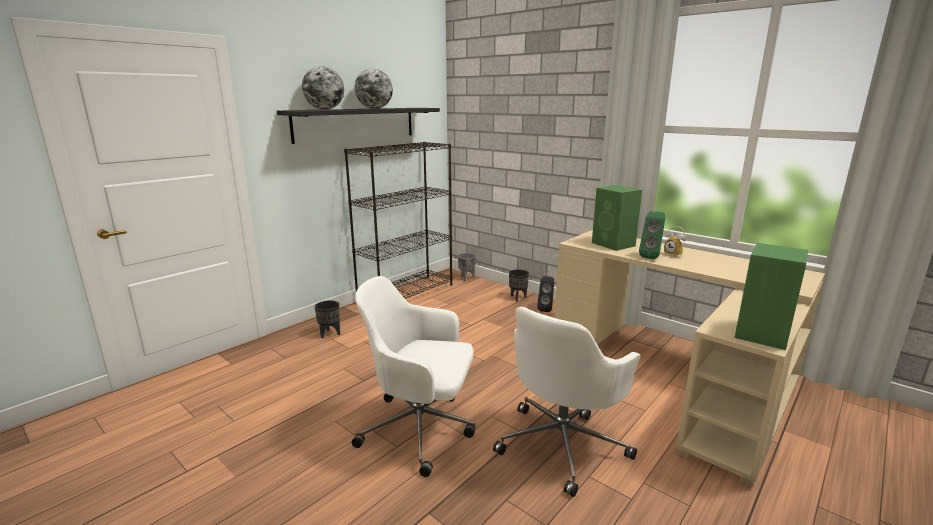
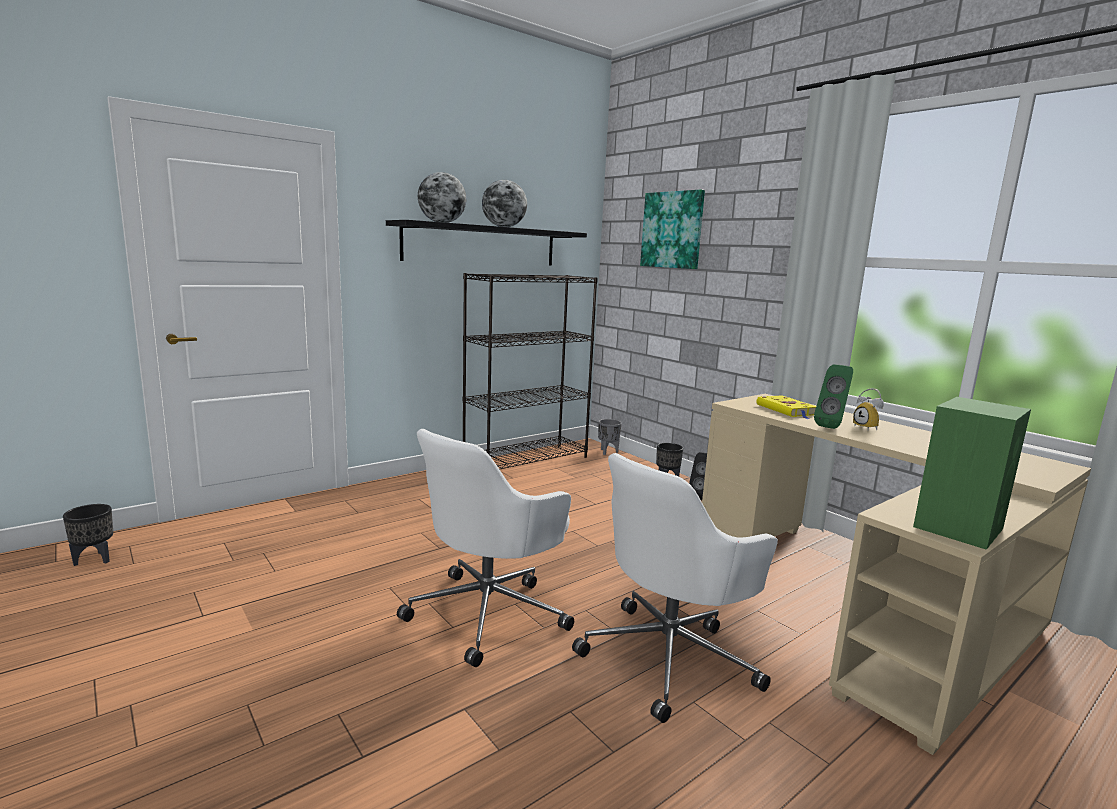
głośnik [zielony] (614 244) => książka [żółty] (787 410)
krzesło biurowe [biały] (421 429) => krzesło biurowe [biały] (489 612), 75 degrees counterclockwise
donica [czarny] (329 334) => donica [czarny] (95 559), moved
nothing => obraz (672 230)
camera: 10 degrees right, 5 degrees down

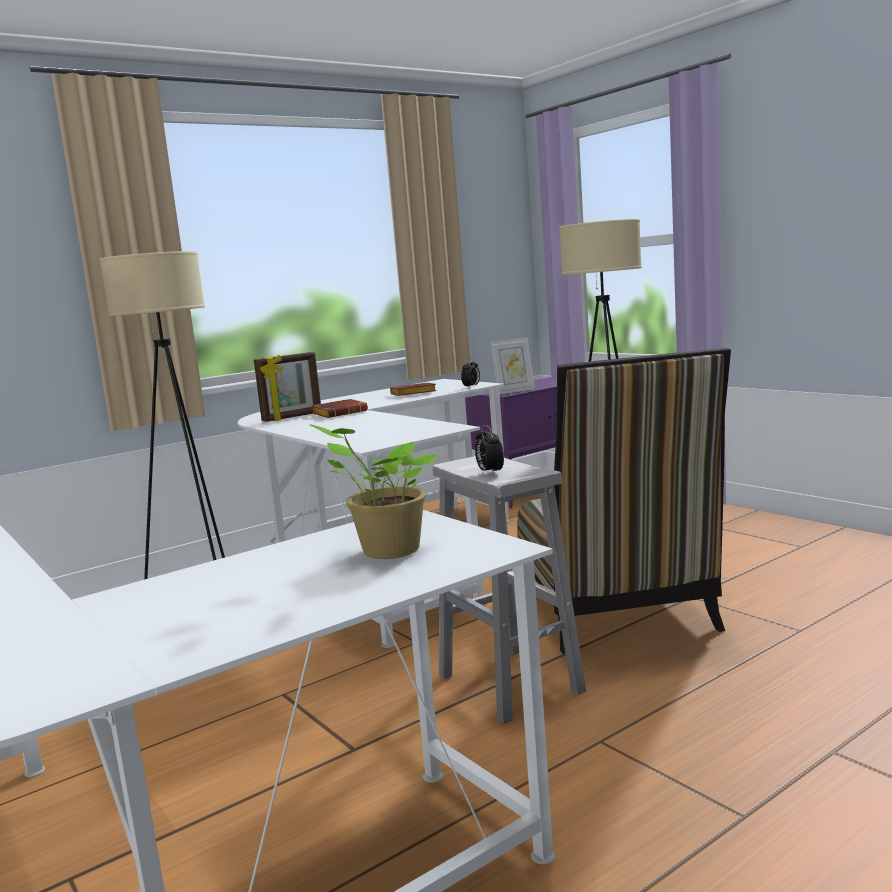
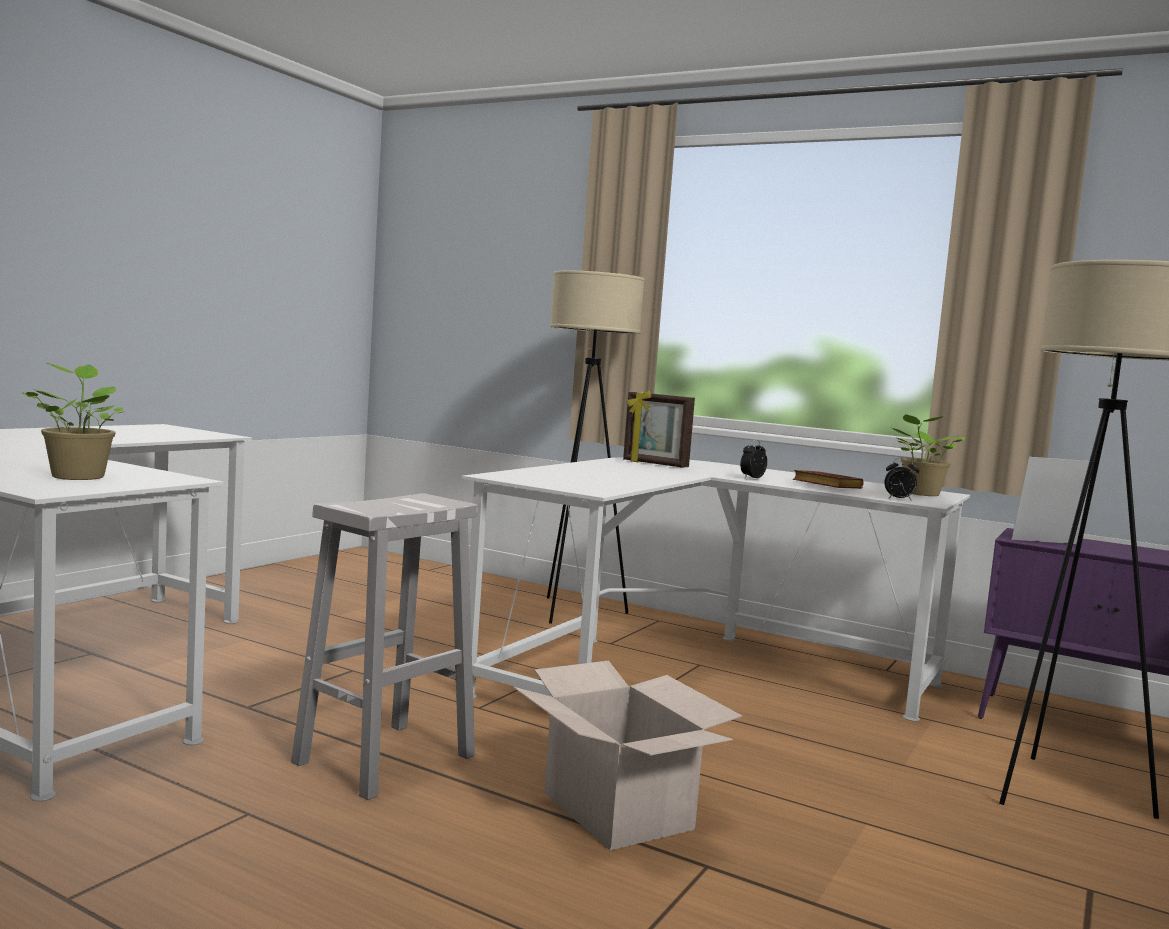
ramka na zdjęcie (514 391) => ramka na zdjęcie (1048 543), 135 degrees clockwise
krzesło (617 612) => karton (616 811)
książka [brązowy] (340 413) => nothing
budzik (490 472) => budzik (752 478), moved
nothing => roślina doniczkowa (920 494)
camera: 65 degrees right, 5 degrees down

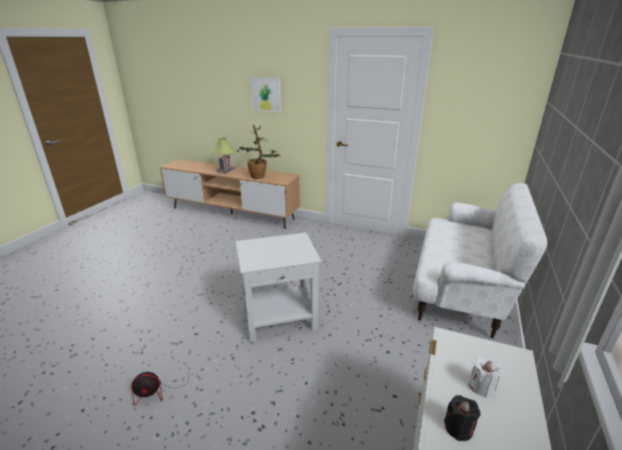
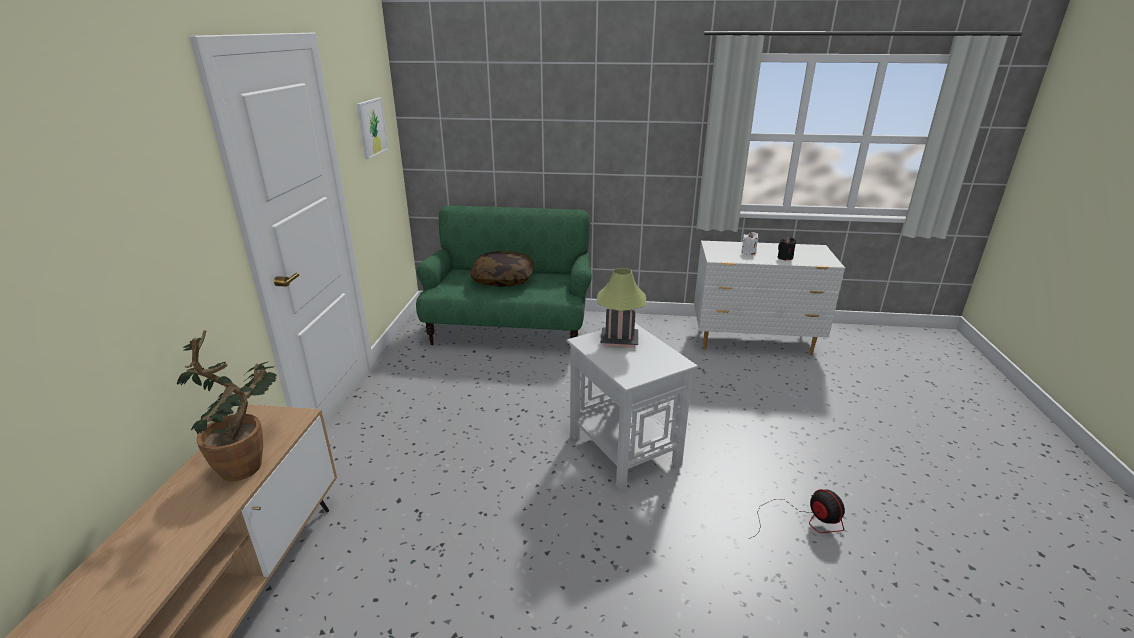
obraz (266 94) => obraz (371 127), moved
lampa stołowa (225 171) => lampa stołowa (619 340), moved
kanapa [biały] (460 290) => kanapa [zielony] (510 330)
nothing => poduszka (503 279)
camera: 105 degrees left, 0 degrees up

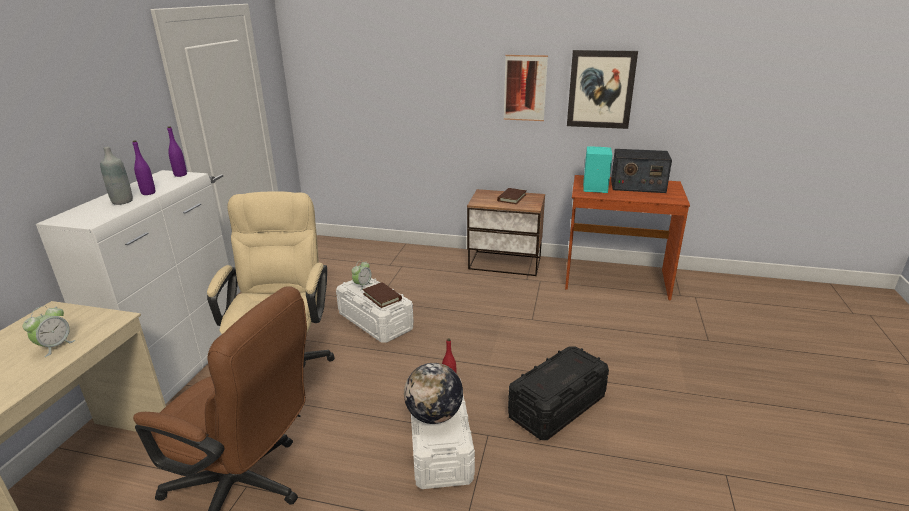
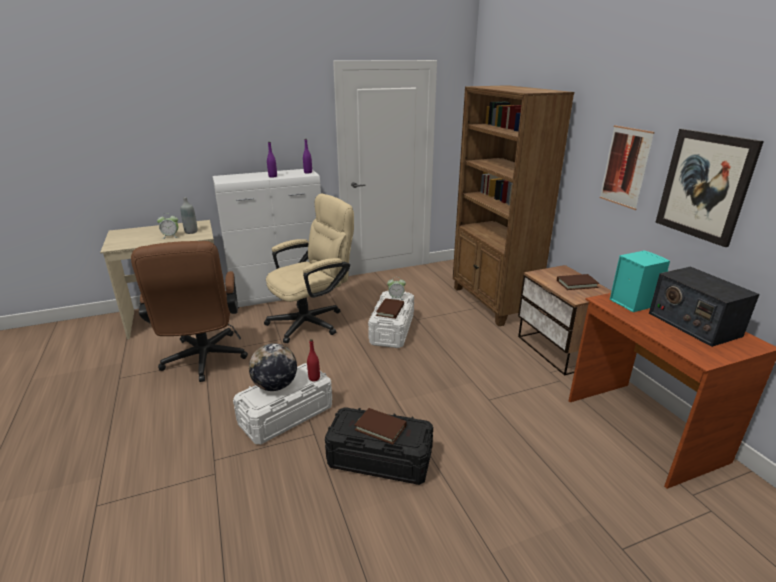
butelka [szary] (122 201) => butelka [szary] (191 232), moved
nothing => regał [brązowy] (492 303)
nothing => książka [brązowy] (380 428)
camera: 55 degrees right, 0 degrees up

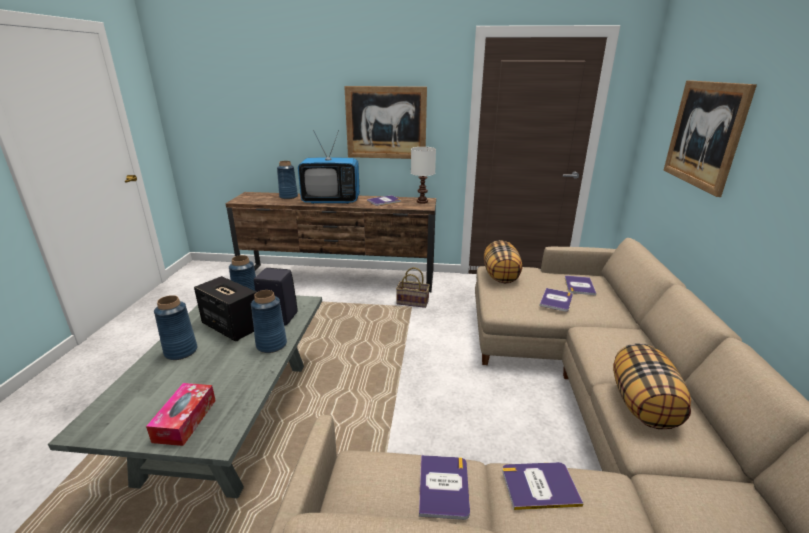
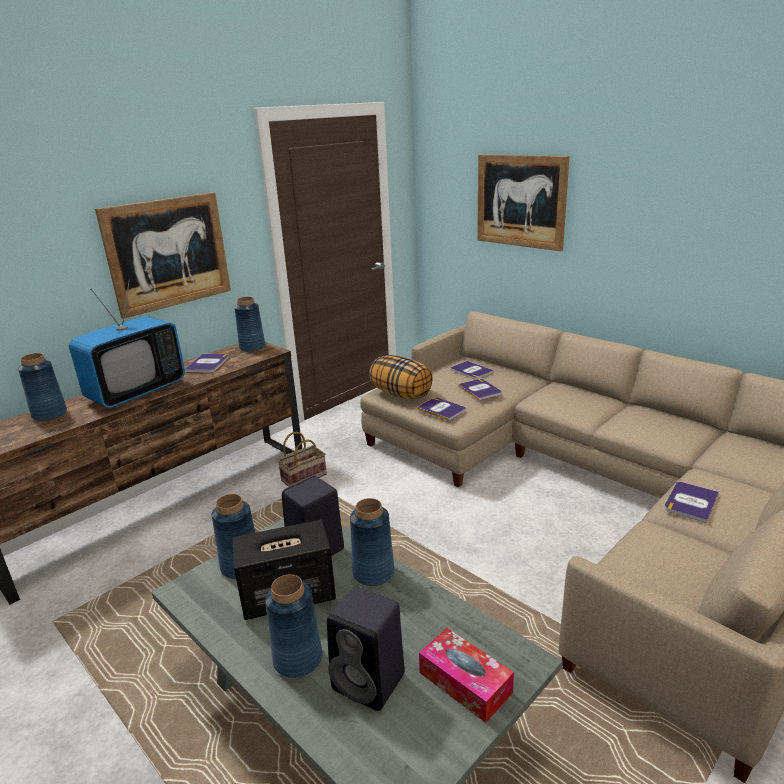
lampa stołowa [biały] (422 201) => wazon [niebieski] (252 347)
poduszka (643 405) => nothing
książka (443 486) => książka (441 409), moved
nothing => głośnik [czarny] (371 682)
camera: 50 degrees left, 0 degrees up

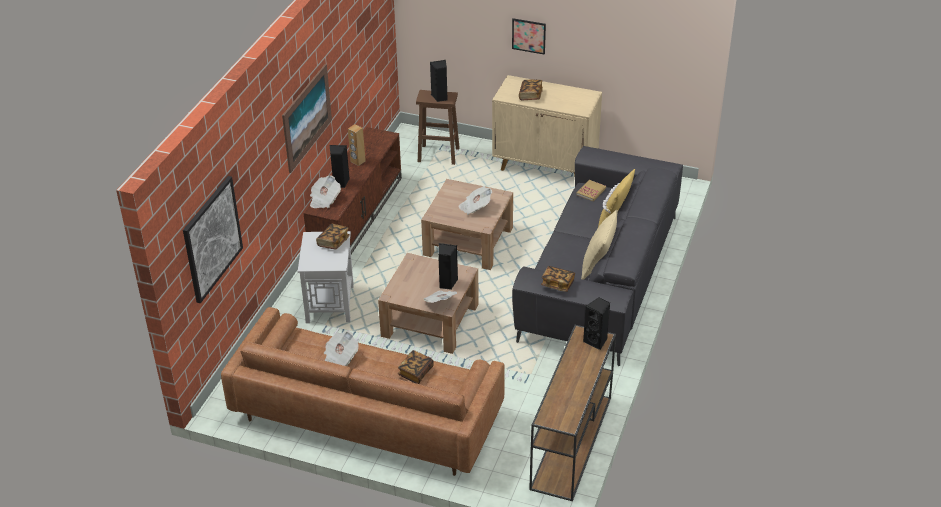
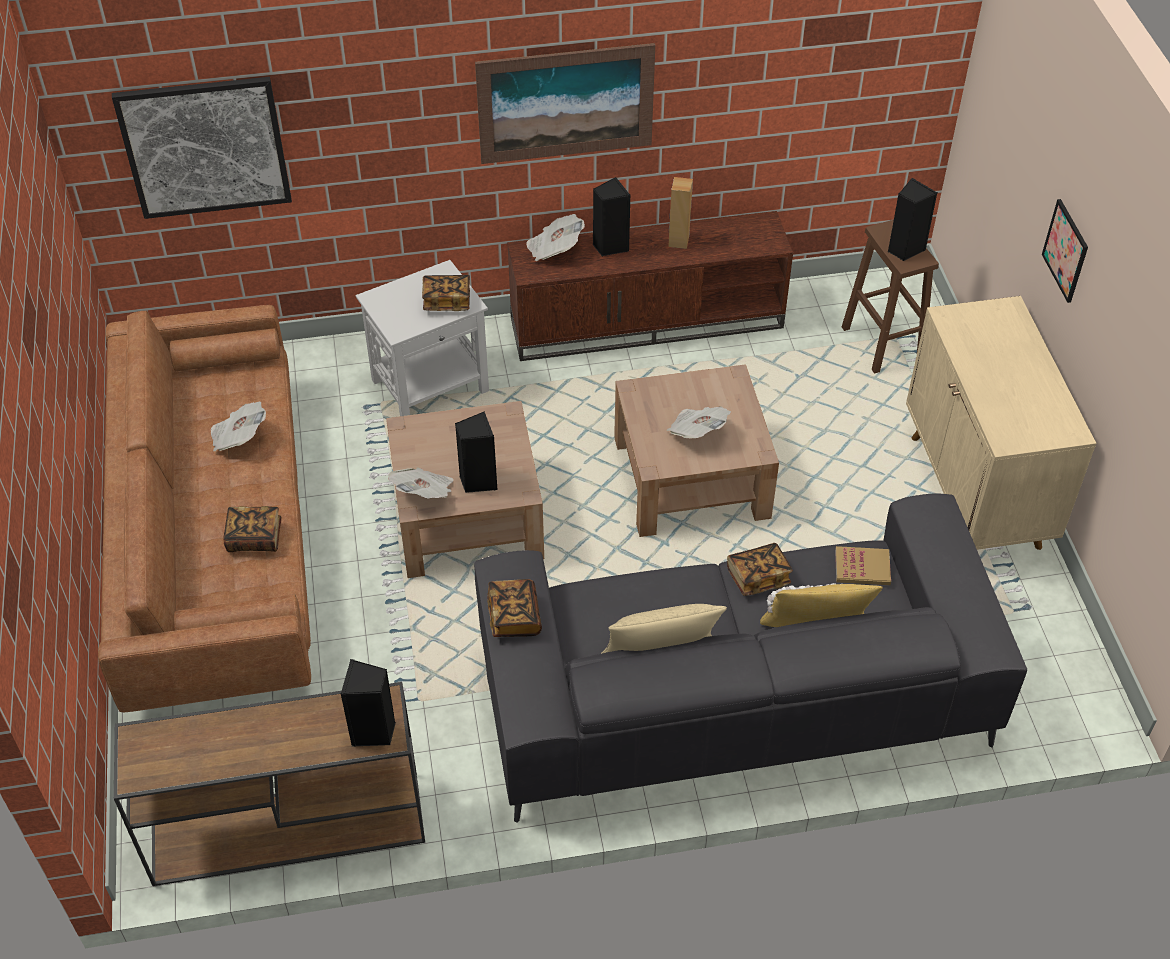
książka (530 95) => książka (758 577), moved
camera: 60 degrees right, 10 degrees up

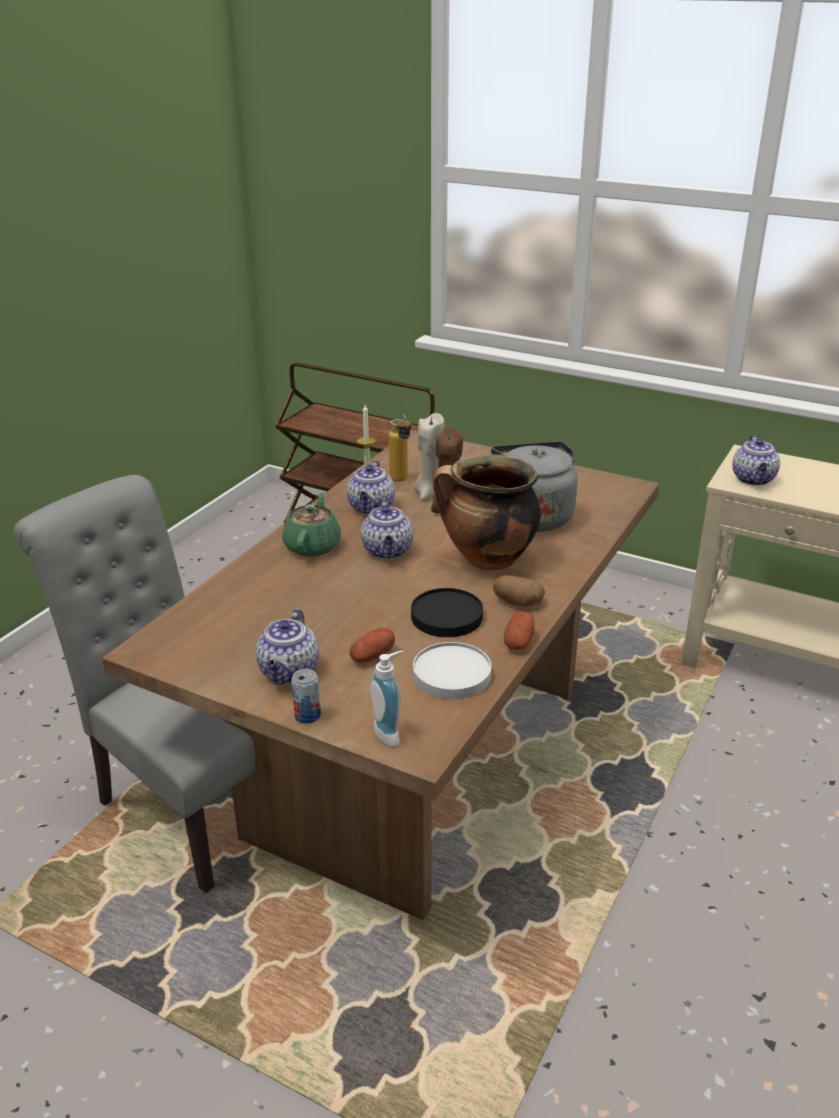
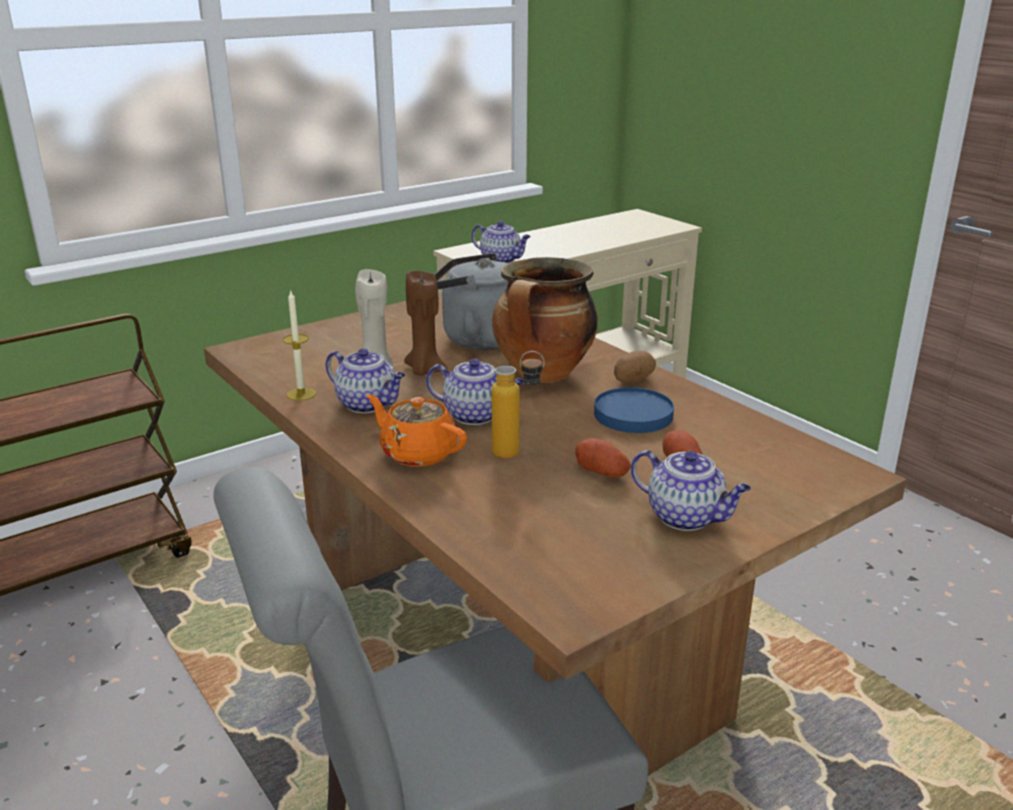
butelka (401 481) => butelka (517 453), moved
imbryk [zielony] (313 545) => imbryk [pomarańczowy] (417 453)
talerz [czarny] (446 617) => talerz [niebieski] (633 415)
ziemniak (519 641) => ziemniak (602 472), moved
talerz [biały] (452 674) => nothing
dozownik mydła (390 733) => nothing
puszka (307 715) => nothing
camera: 65 degrees left, 5 degrees down

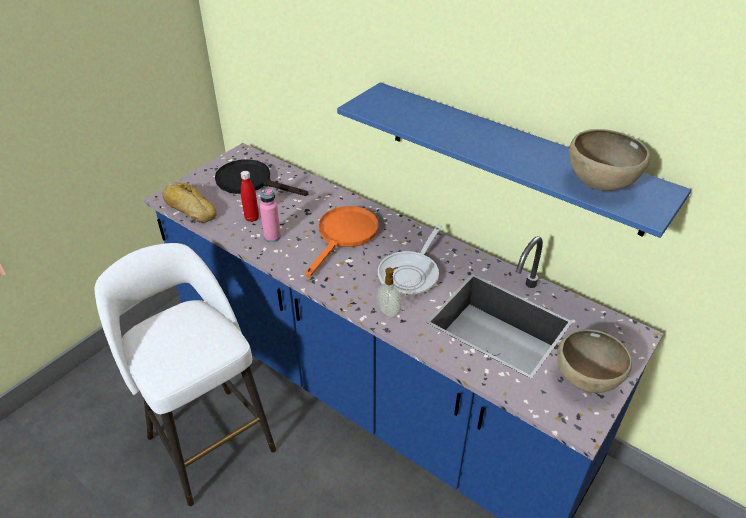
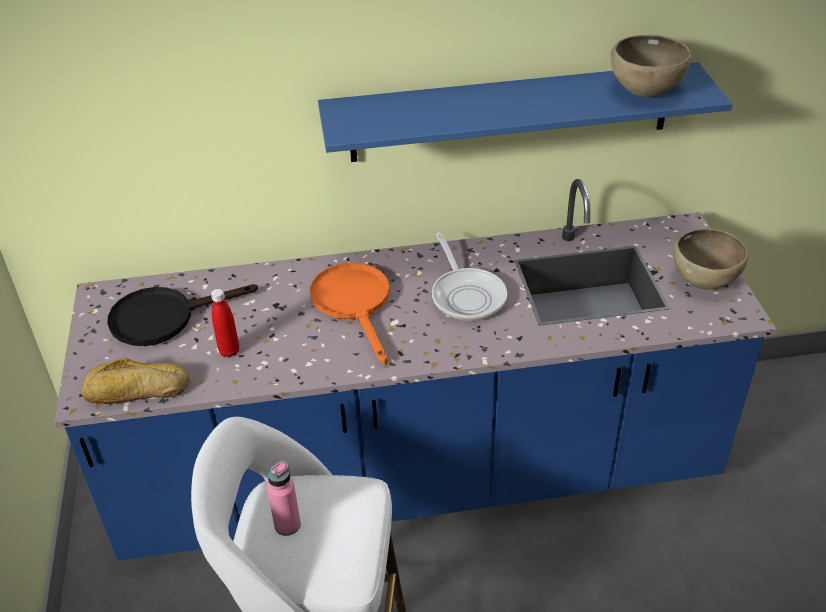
butelka [różowy] (272 237) => butelka [różowy] (287 525), moved
dozownik mydła (389 311) => nothing
camera: 45 degrees left, 0 degrees up

